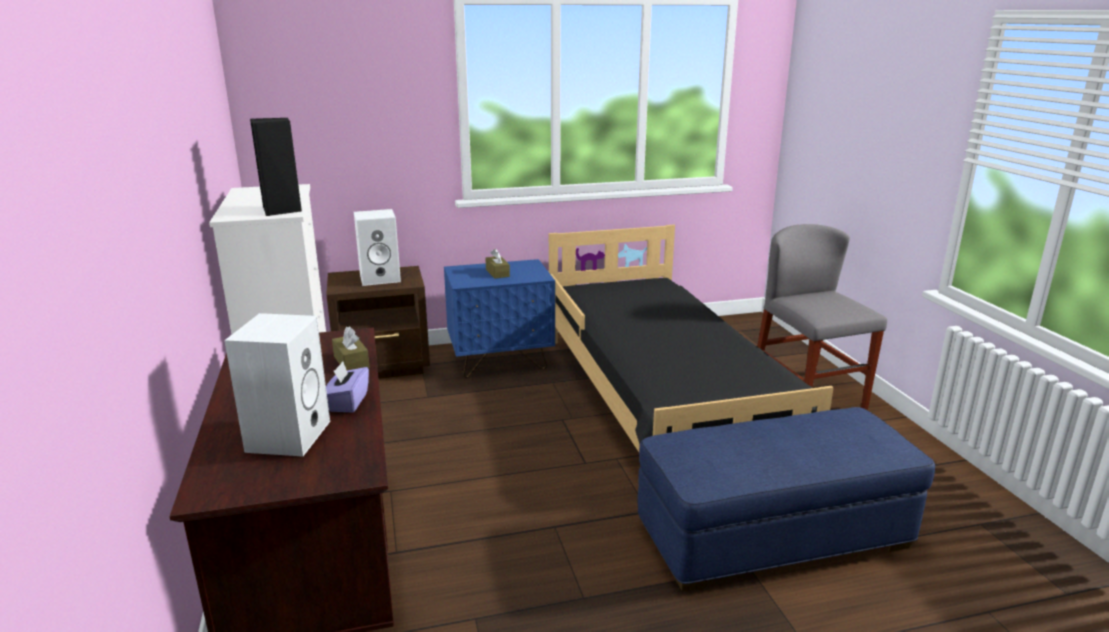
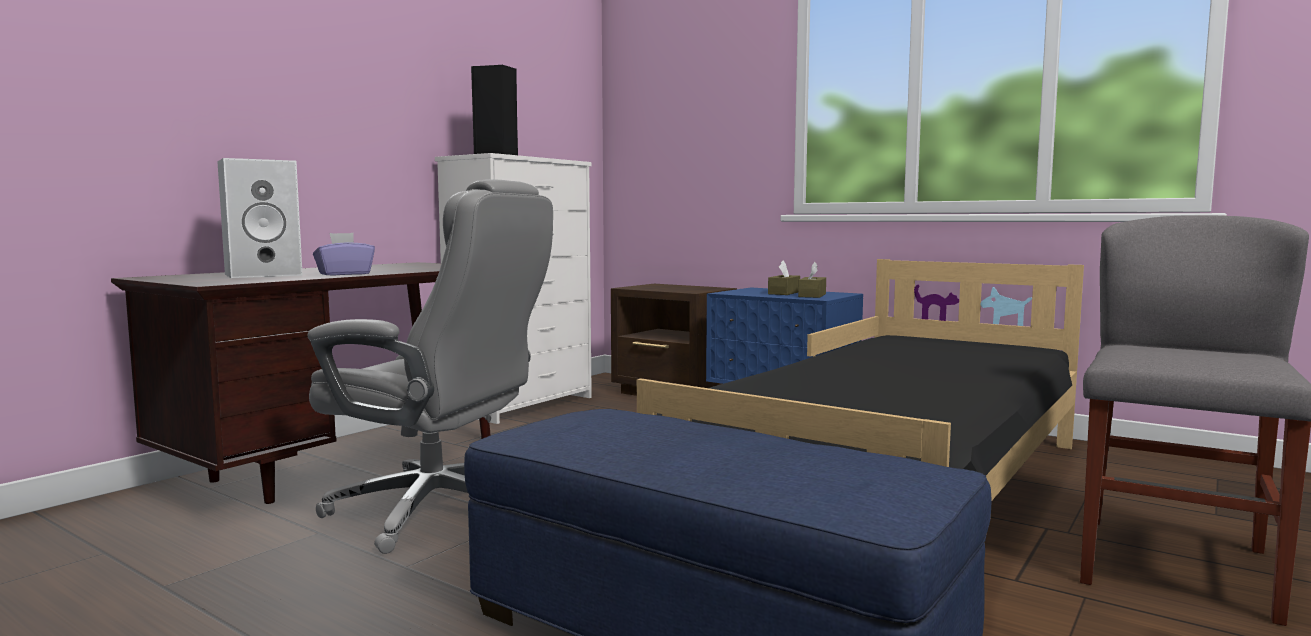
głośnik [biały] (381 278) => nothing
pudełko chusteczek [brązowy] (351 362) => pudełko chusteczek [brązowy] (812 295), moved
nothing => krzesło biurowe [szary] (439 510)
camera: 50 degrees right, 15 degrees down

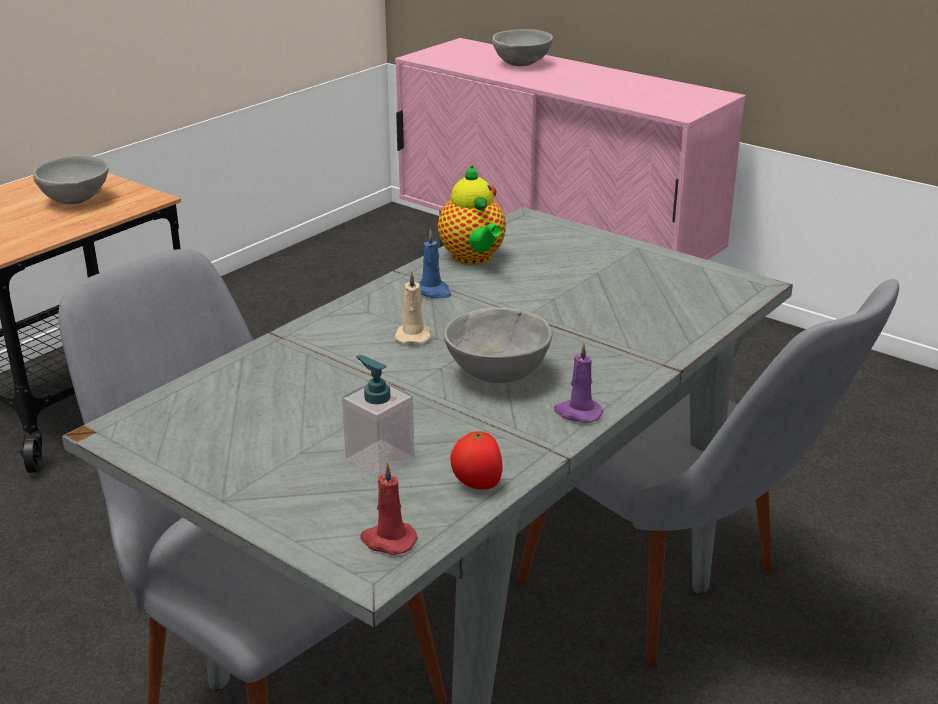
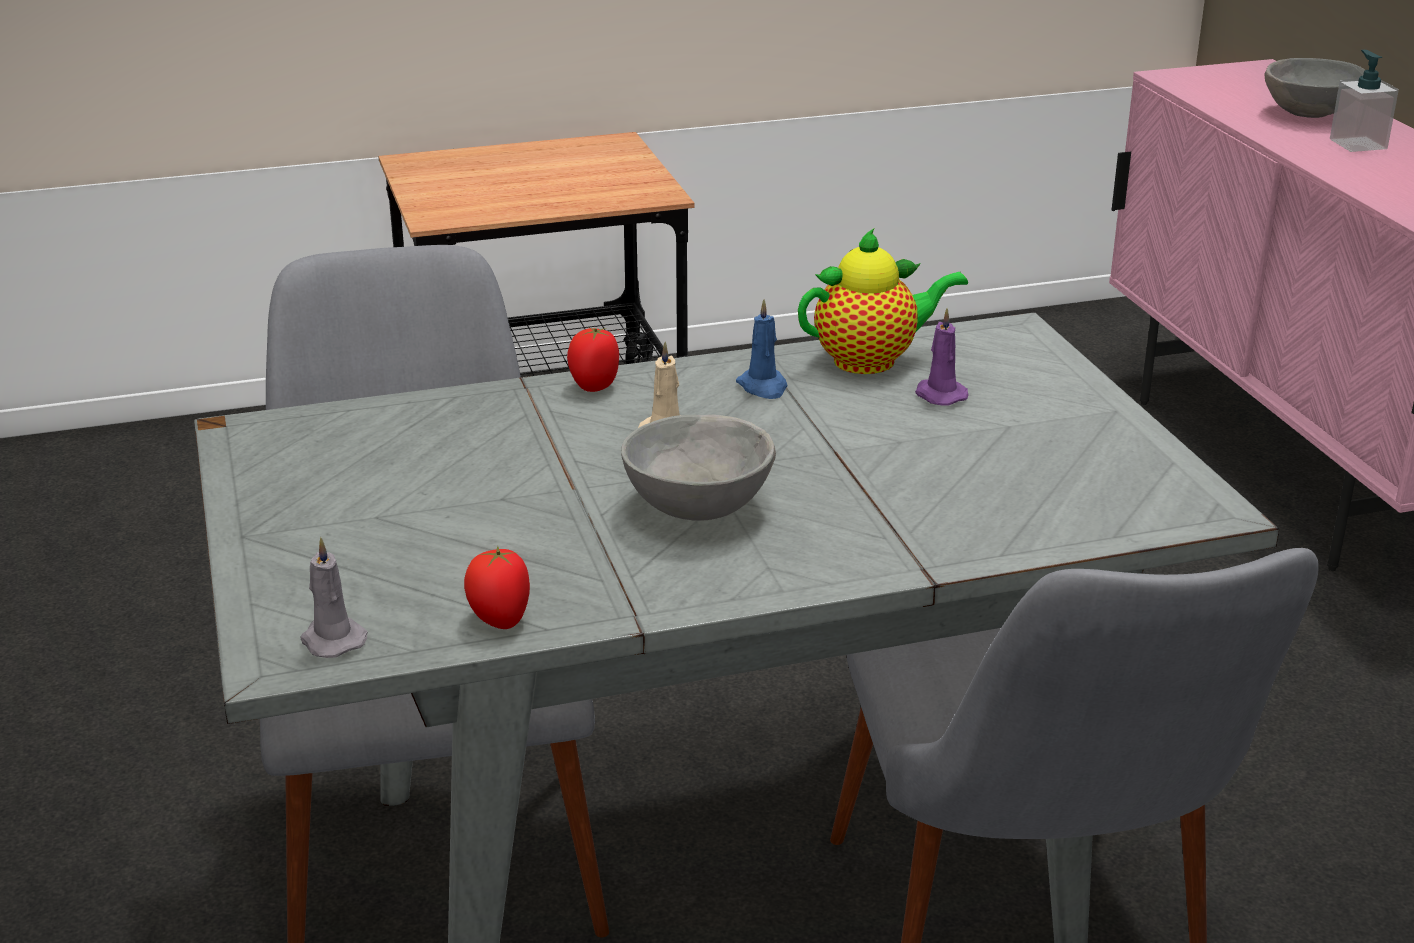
miska [szary] (77 200) => nothing
imbryk (473 258) => imbryk (872 361), 120 degrees counterclockwise
świeca [fioletowy] (577 413) => świeca [fioletowy] (939 395), moved
dozownik mydła (379 458) => dozownik mydła (1358 144), moved
świeca [czerwony] (388 540) => świeca [szary] (331 640)
nothing => pomidor (594 386)
camera: 35 degrees right, 0 degrees up

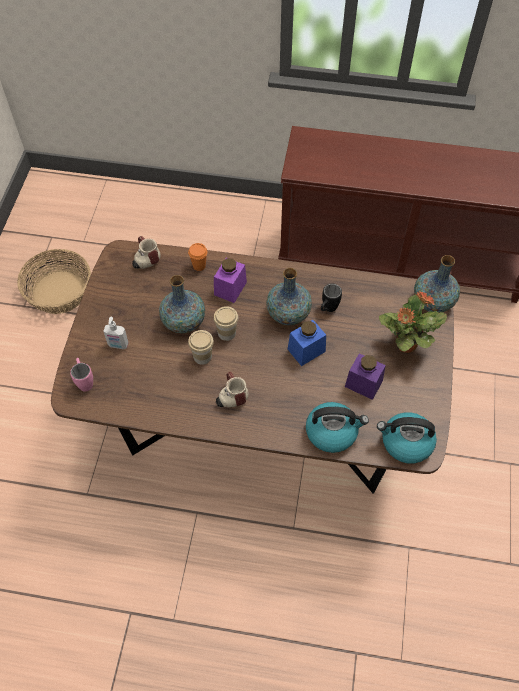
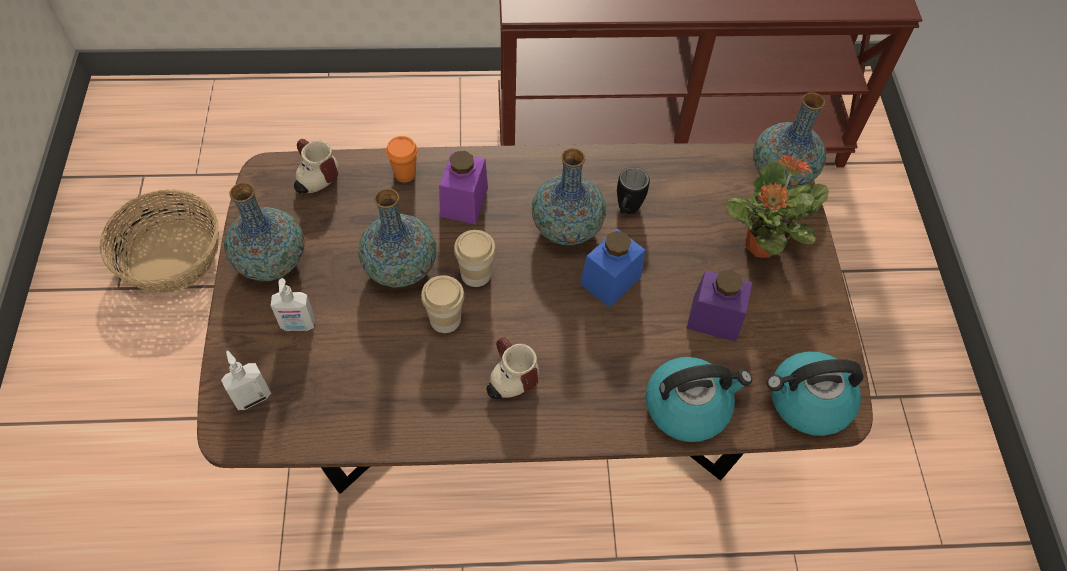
kubek [różowy] (84 381) => dozownik mydła (252 397)
nothing => wazon (272 261)
camera: 15 degrees left, 0 degrees up

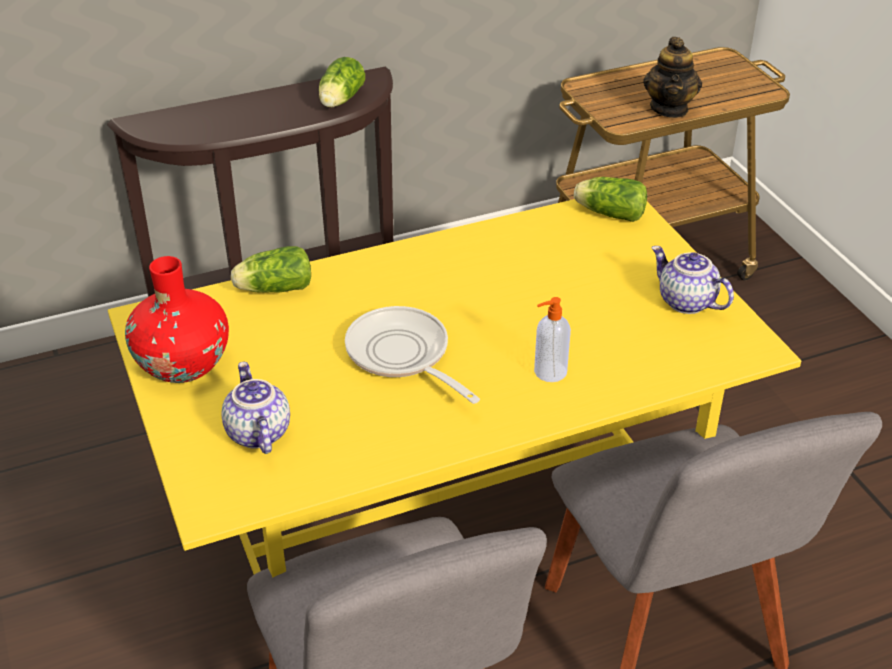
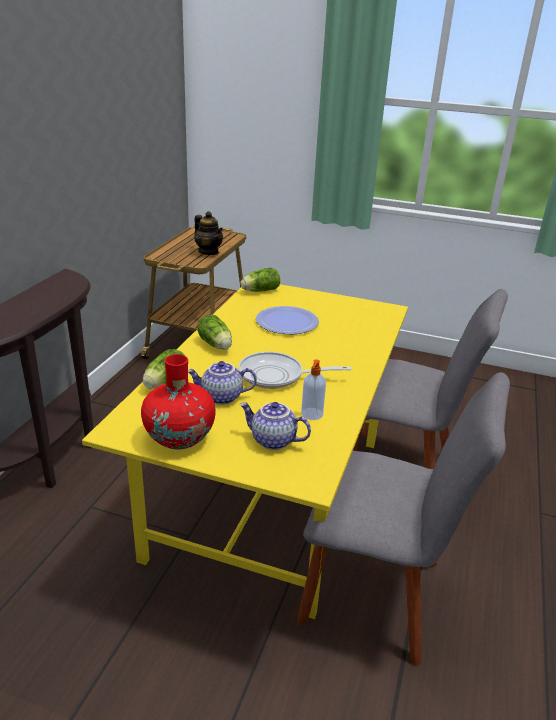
sałata (339 101) => sałata (216 345), moved
imbryk (685 302) => imbryk (221 397), moved
dozownik mydła (549 372) => dozownik mydła (311 414), moved
nothing => talerz (287 322)
camera: 50 degrees left, 10 degrees down

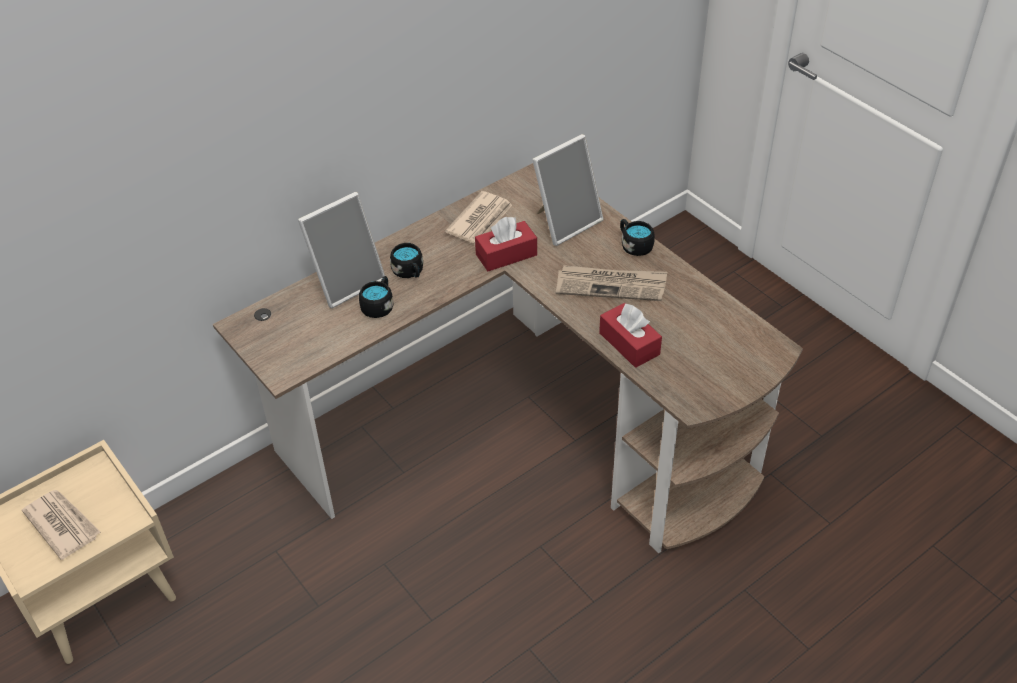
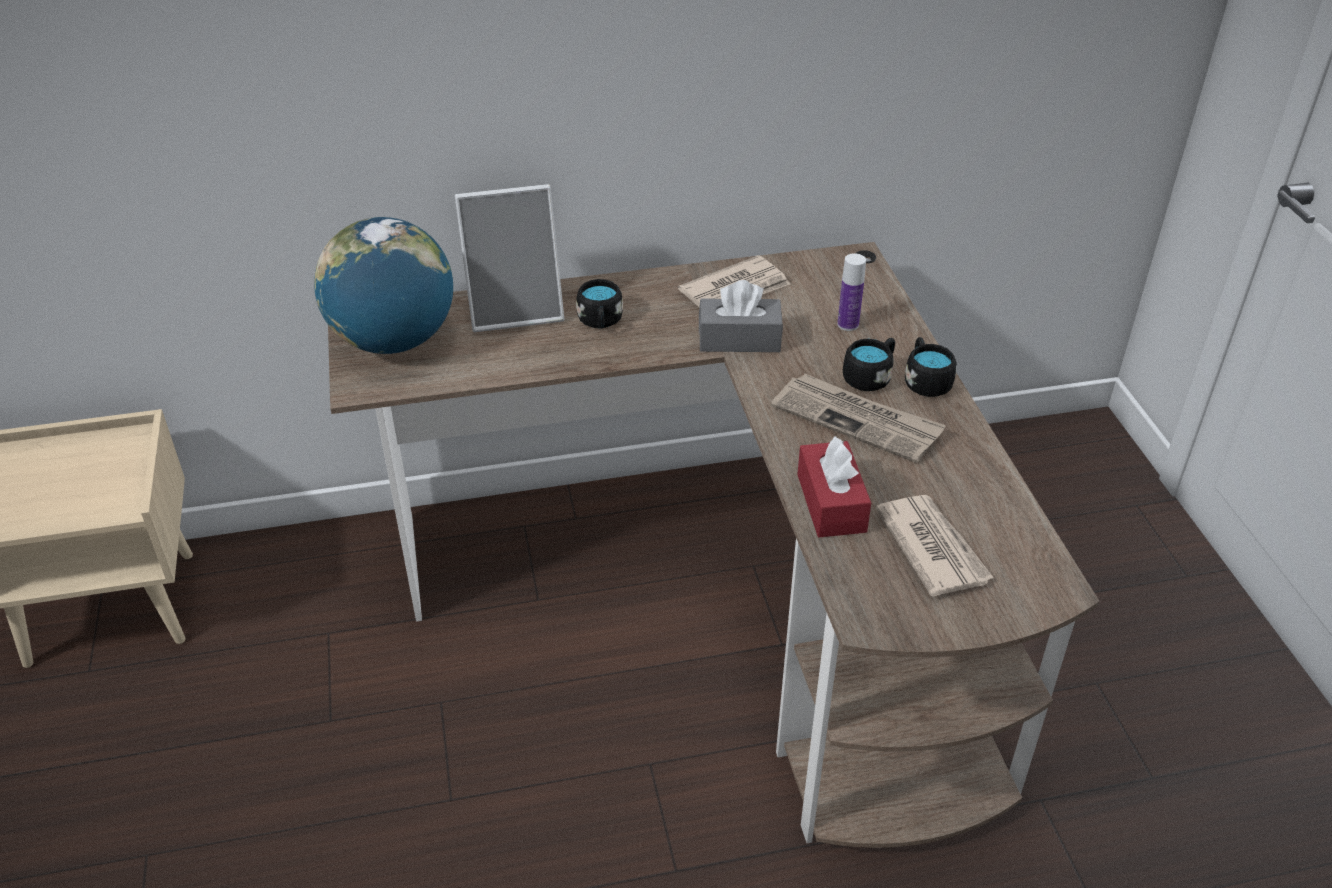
ramka na zdjęcie (565 222) => butelka (848 324)
pudełko chusteczek [czerwony] (506 255) => pudełko chusteczek [szary] (739 339)
kubek [czarny] (379 305) => kubek [czarny] (870 376), moved
gazeta (62 524) => gazeta (932 547), moved
nothing => globus (393 341)
camera: 25 degrees right, 5 degrees down

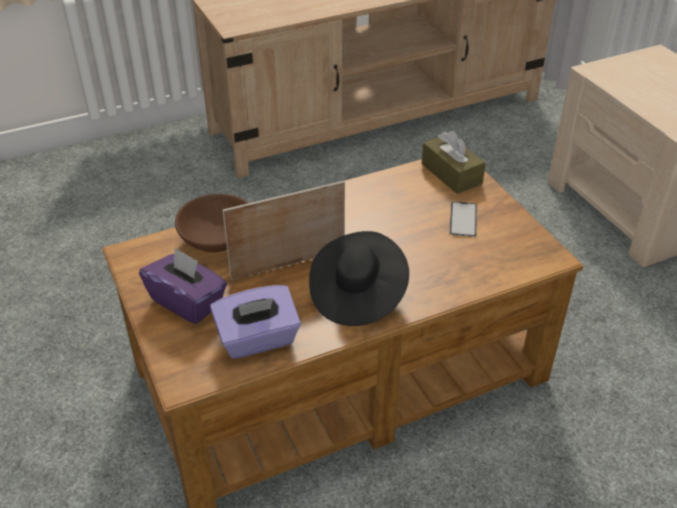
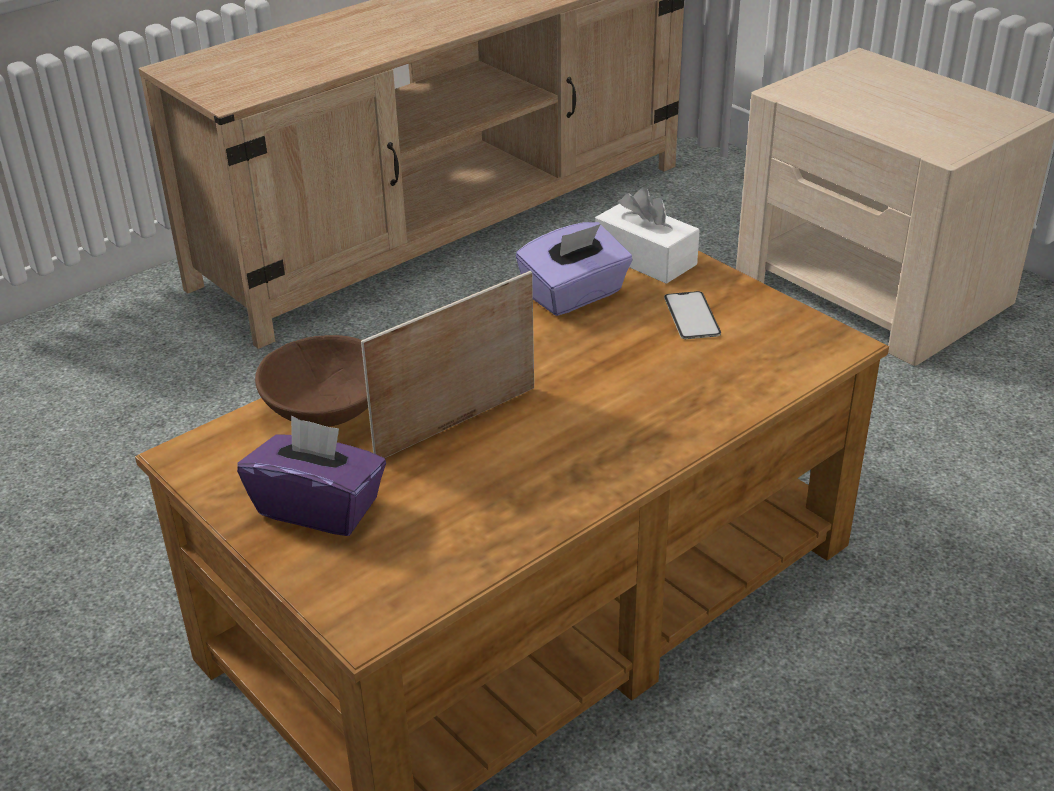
pudełko chusteczek [brązowy] (451 174) => pudełko chusteczek [biały] (645 258)
kapelusz [czarny] (357 295) => nothing
pudełko chusteczek [fioletowy] (258 340) => pudełko chusteczek [fioletowy] (574 295), moved
camera: 15 degrees left, 5 degrees down

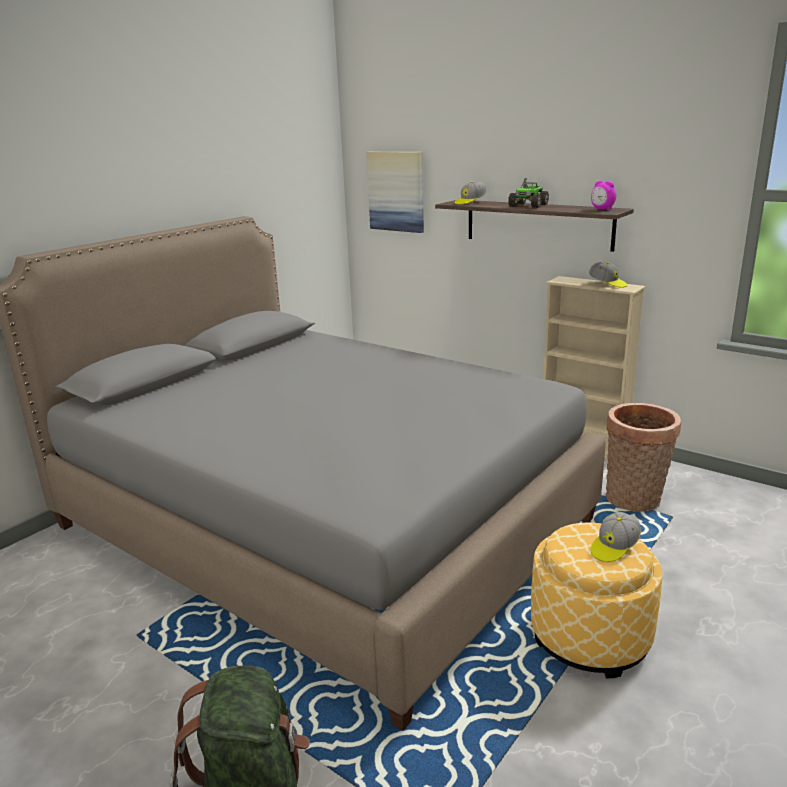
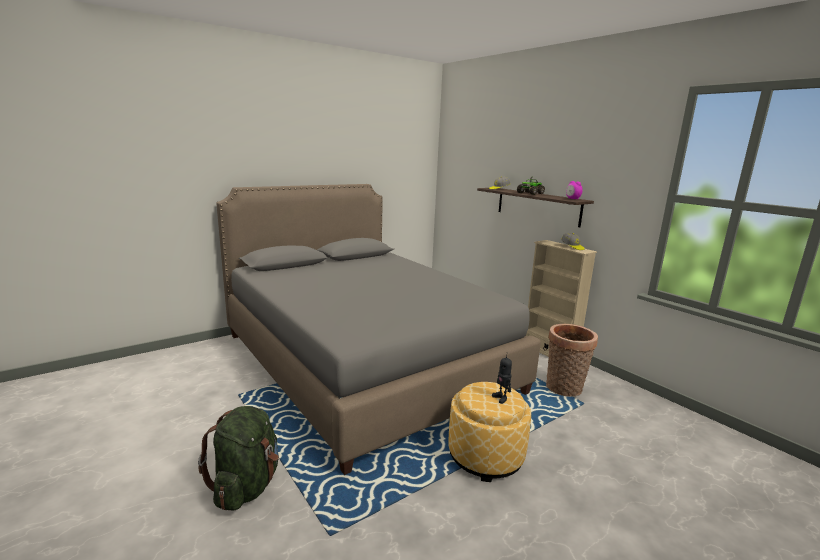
obraz (396 191) => nothing
czapka z daszkiem (614 547) => robot zabawkowy (501 398)
camera: 15 degrees right, 5 degrees down

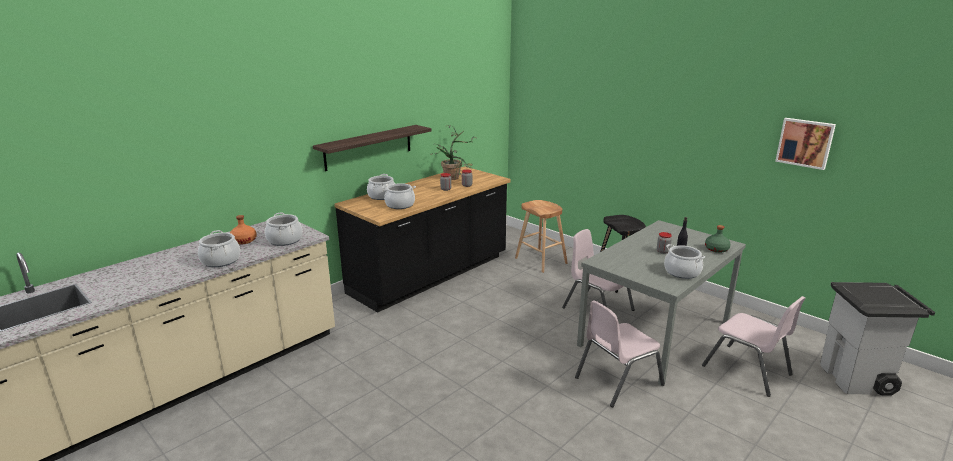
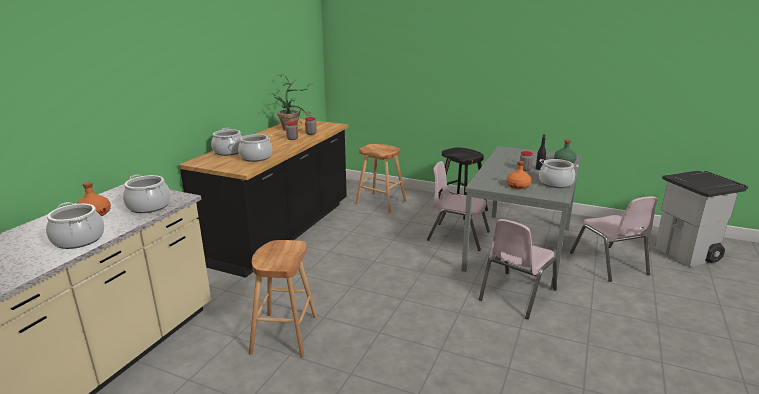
obraz (805 143) => nothing
półka (368 147) => nothing
krzesło [różowy] (747 370) => krzesło [różowy] (608 263), 45 degrees clockwise
nothing => butelka [pomarańczowy] (518 186)
nothing => stołek [brązowy] (284 335)
camera: 20 degrees left, 0 degrees up

